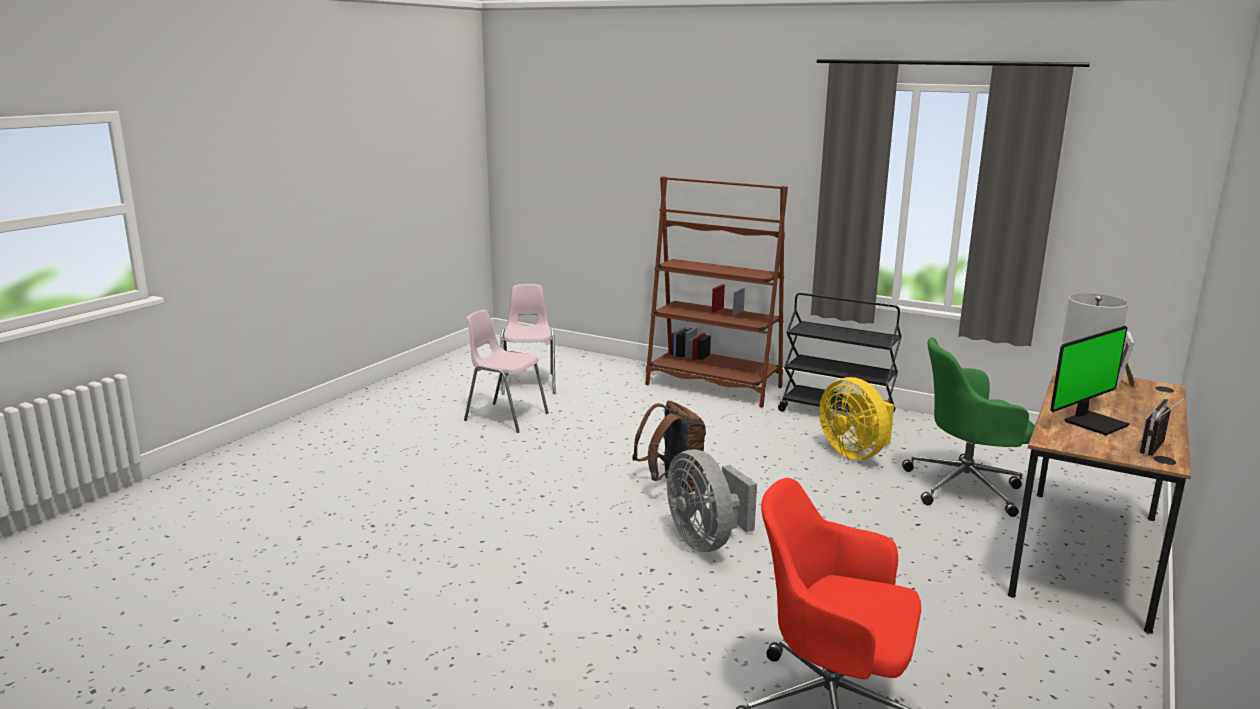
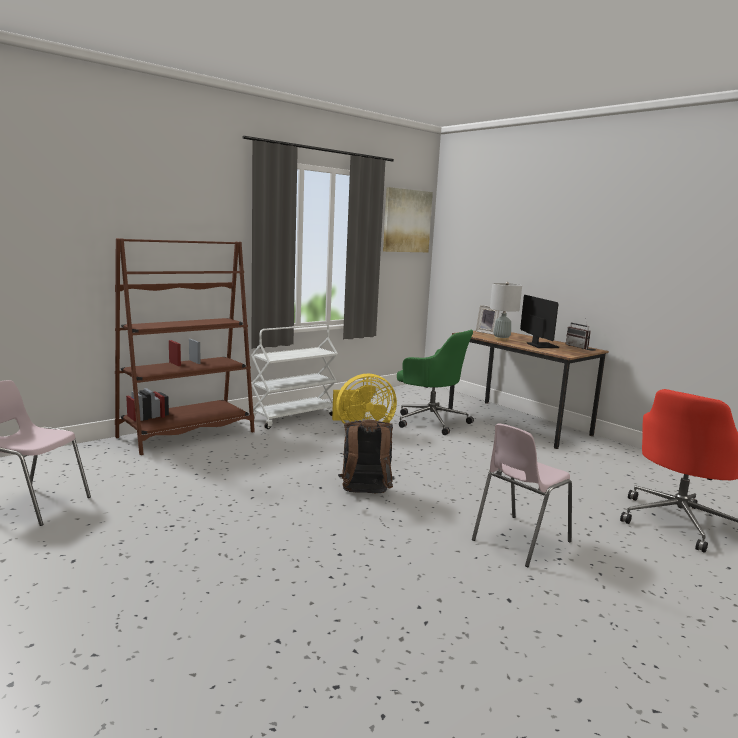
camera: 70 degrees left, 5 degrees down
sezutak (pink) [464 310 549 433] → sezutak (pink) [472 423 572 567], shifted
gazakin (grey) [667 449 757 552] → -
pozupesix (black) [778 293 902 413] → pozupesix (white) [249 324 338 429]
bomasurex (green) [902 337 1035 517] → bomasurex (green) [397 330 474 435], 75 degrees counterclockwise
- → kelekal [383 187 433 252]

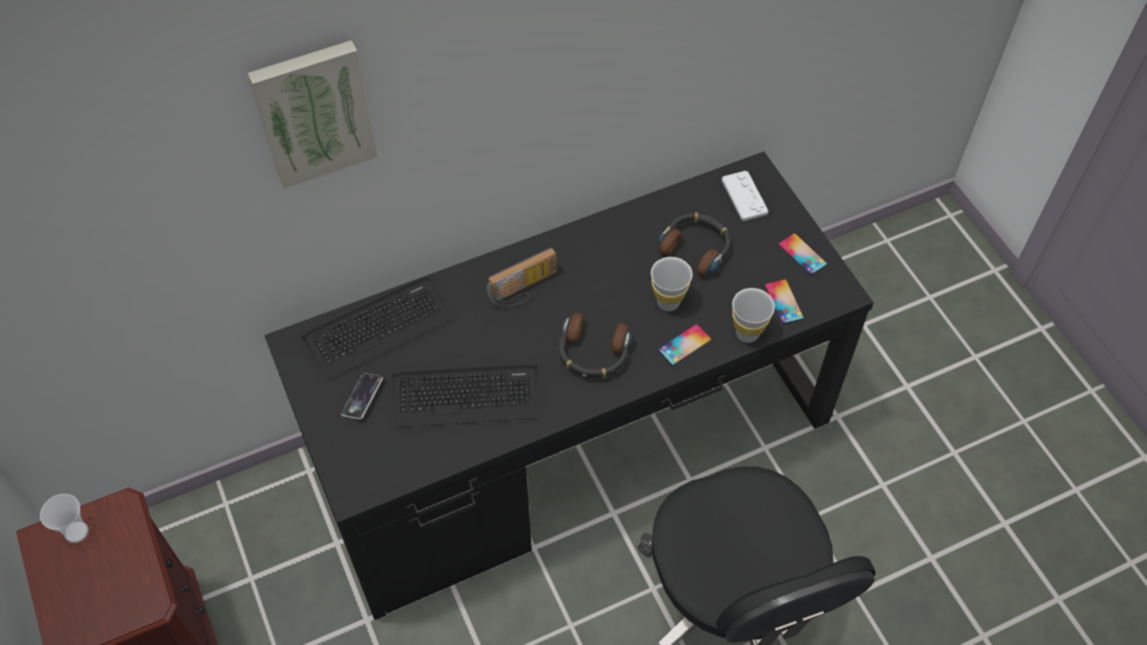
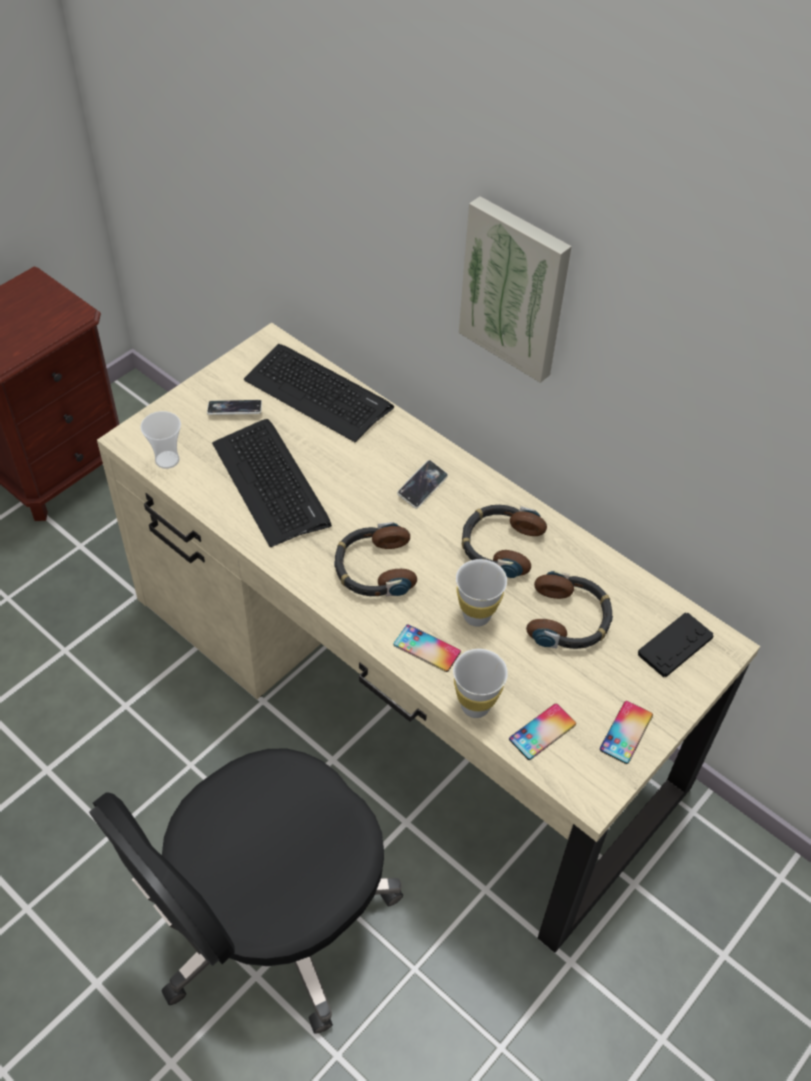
camera: 65 degrees right, 5 degrees down
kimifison [40 494 89 543] → kimifison [140 411 181 469], shifted
kelekal [248 40 378 189] → kelekal [459 196 572 383], shifted
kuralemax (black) [264 151 874 620] → kuralemax (beige) [97 323 760 953]
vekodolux [487 247 557 308] → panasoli [397 460 448 508]
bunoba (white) [721 171 768 221] → bunoba (black) [638 612 713 677]
- → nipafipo [462 505 547 578]

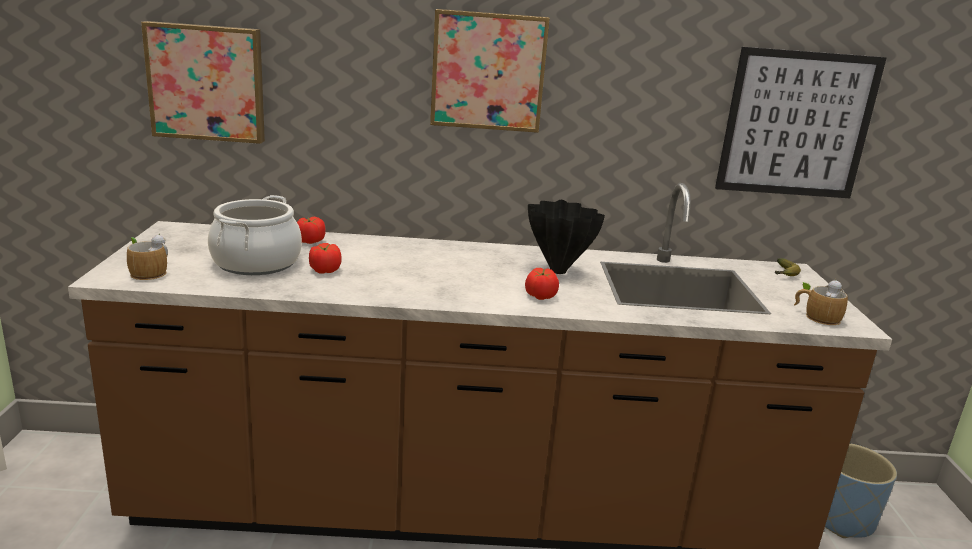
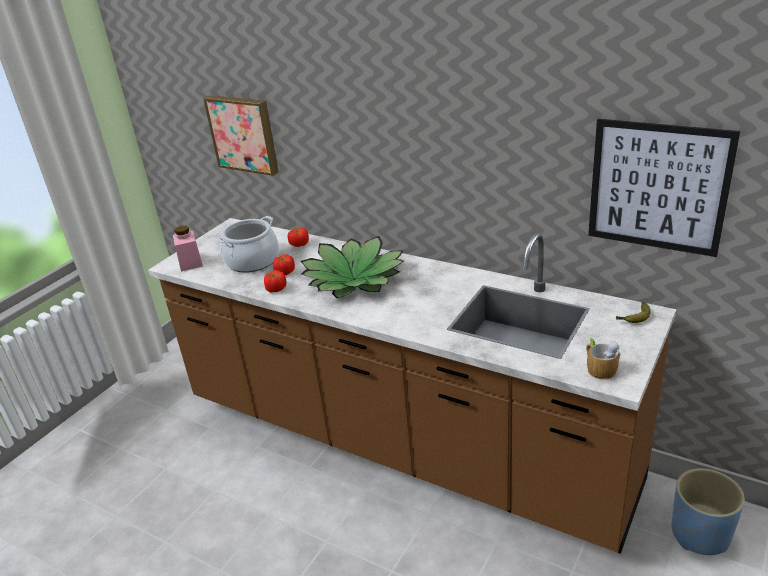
camera: 35 degrees right, 10 degrees up
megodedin [127 234 168 280] → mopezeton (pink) [173 226 203 272]
kelekal [430 9 550 133] → -
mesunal [525 268 559 300] → mesunal [264 270 286 292], shifted
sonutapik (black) [528 200 605 274] → -
- → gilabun [301 236 404 298]

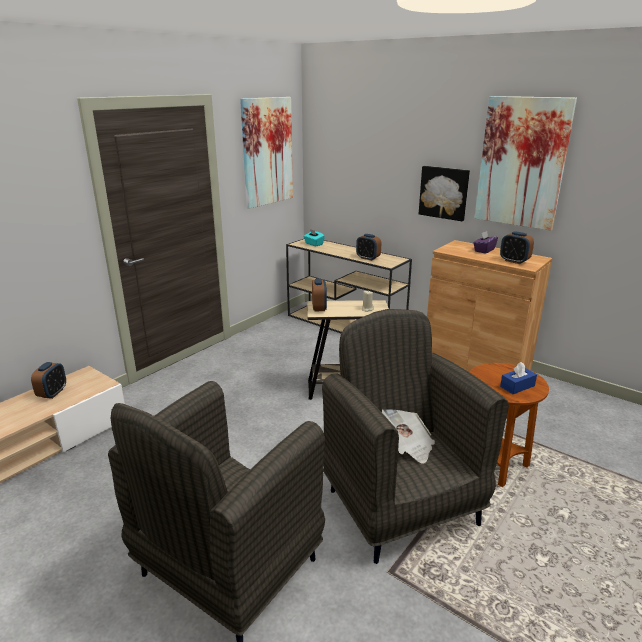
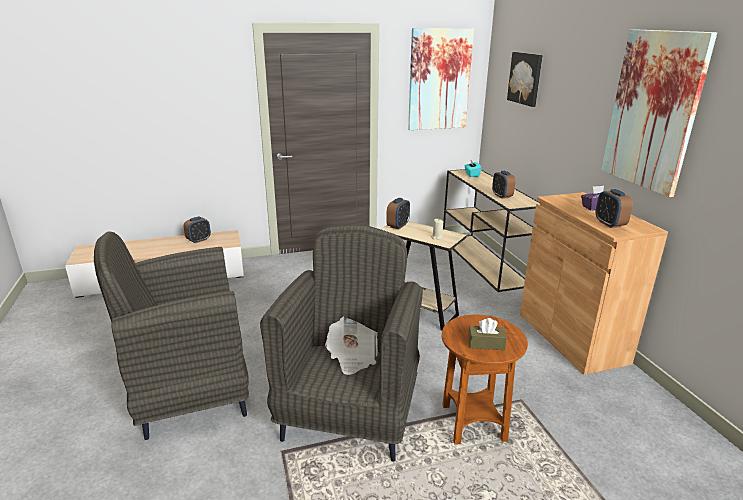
camera: 35 degrees right, 0 degrees up
kelekal [419 166 470 221] → kelekal [507 52 543 107], shifted
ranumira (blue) [500 362 537 394] → ranumira (brown) [468 318 507 350]

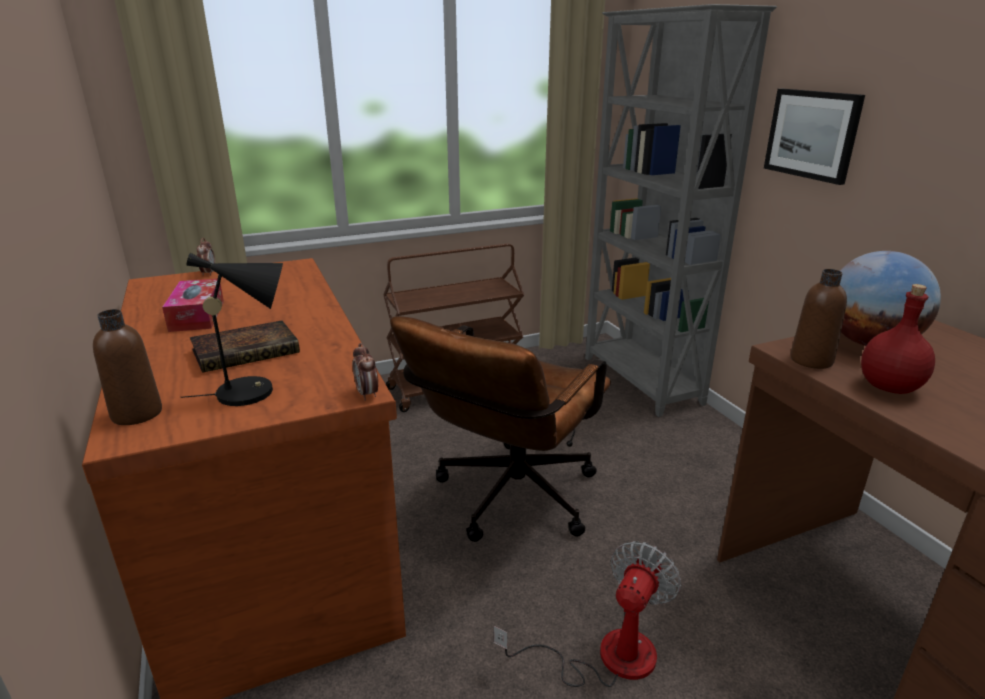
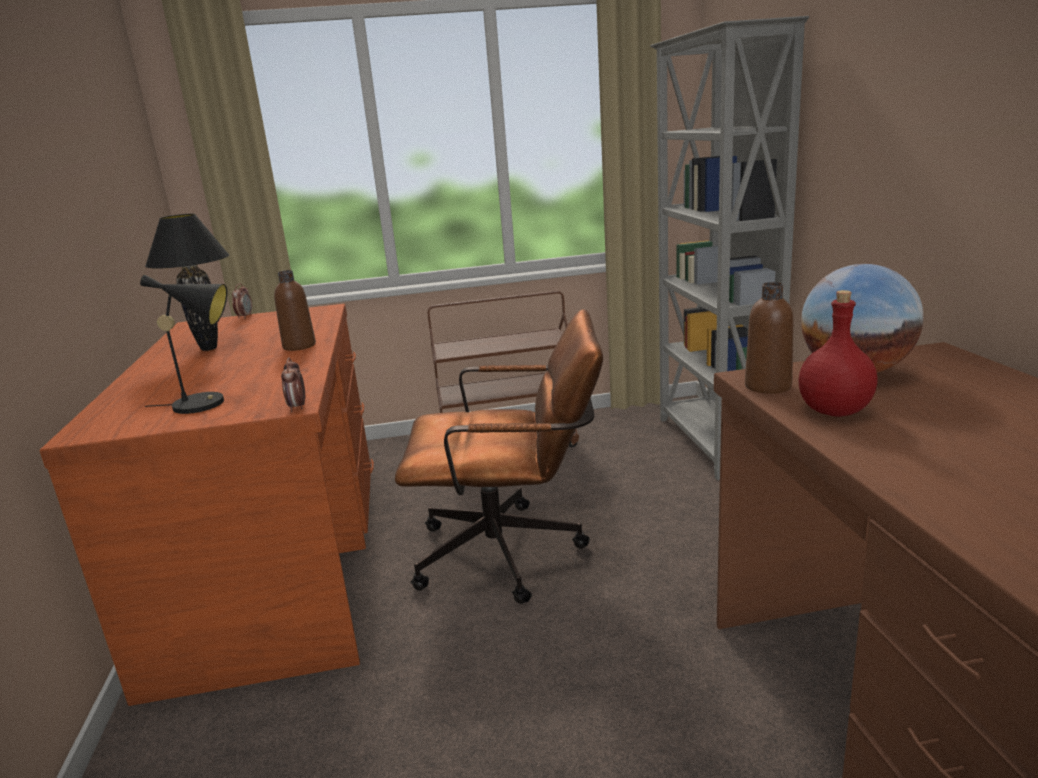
camera: 15 degrees right, 5 degrees down
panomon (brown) [93 309 162 425] → panomon (brown) [274 270 316 351], shifted
ranumira [162 279 224 332] → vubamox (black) [145 214 229 351]
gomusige [190 321 300 373] → -
bomasurex (brown) [390 316 611 542] → bomasurex (brown) [395 309 603 604], 135 degrees counterclockwise
gazakin [494 541 681 687] → -
kelekal [764 89 865 185] → -

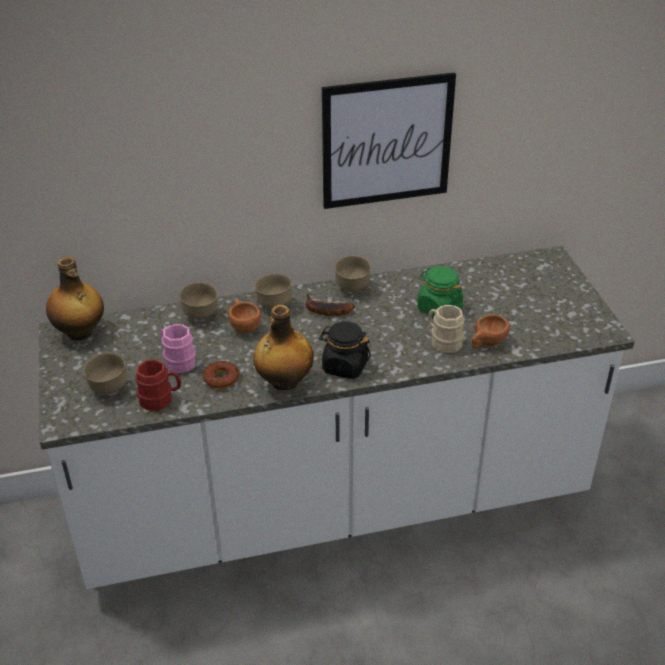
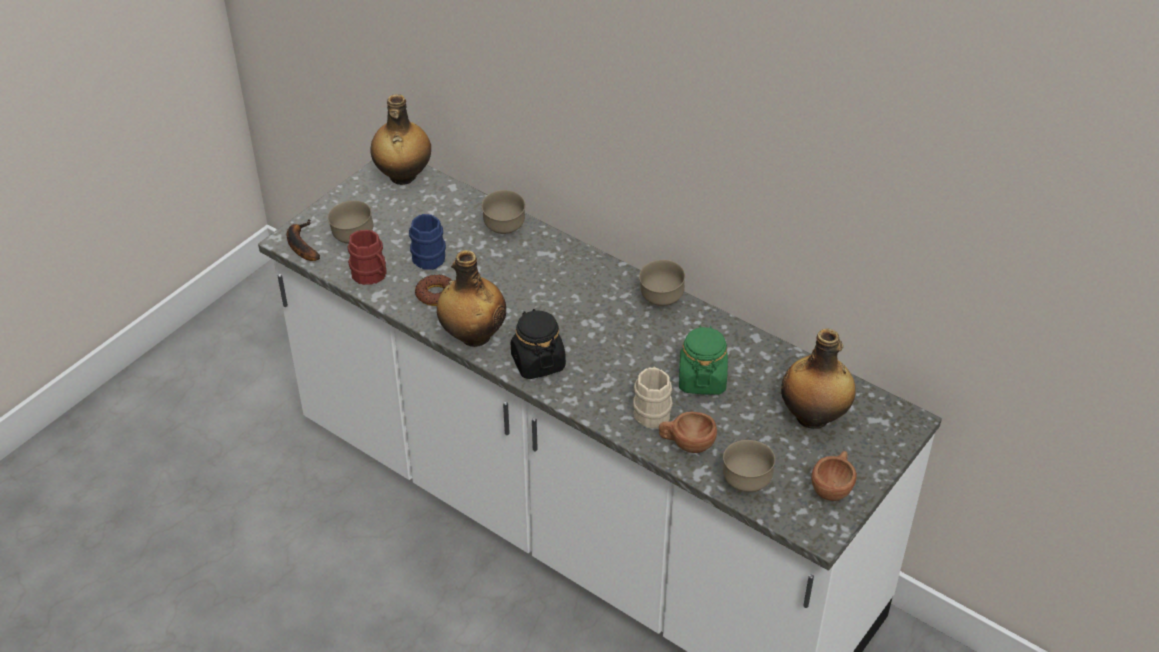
camera: 50 degrees right, 5 degrees up
megodedin (pink) [160 324 196 373] → megodedin (blue) [409 214 446 270]
kimifison (brown) [228 299 261 333] → kimifison (brown) [811 451 857 501], shifted
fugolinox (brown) [255 273 292 310] → fugolinox (brown) [723 440 775 492], shifted
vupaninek [306 294 355 316] → vupaninek [287 219 320 261], shifted
kelekal [322 72 456 209] → -
- → panomon [781 328 856 429]

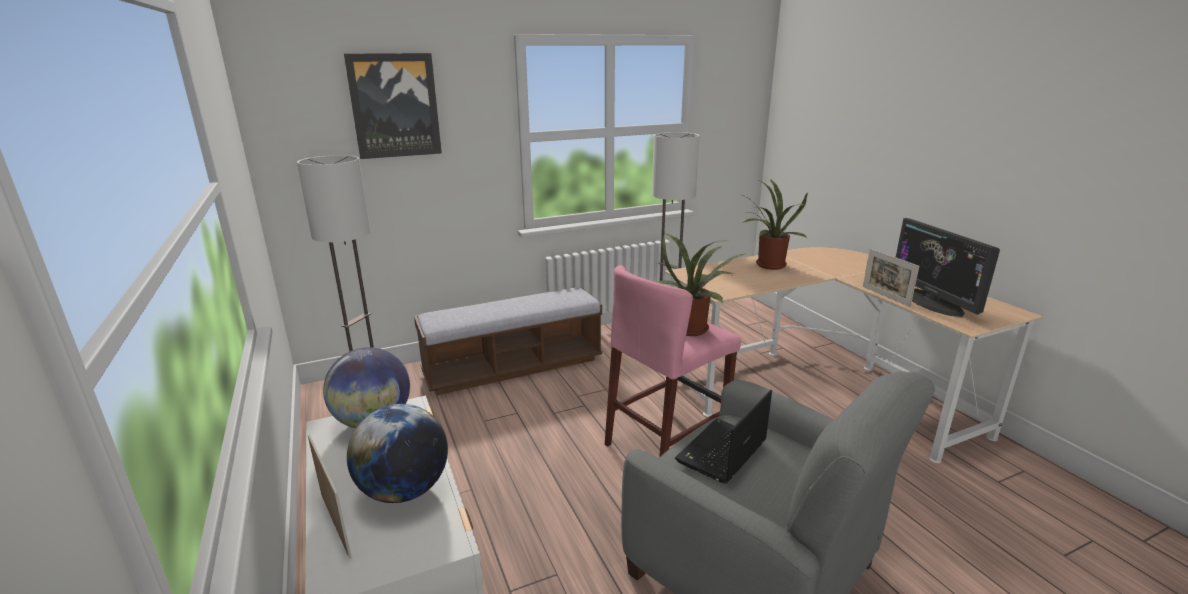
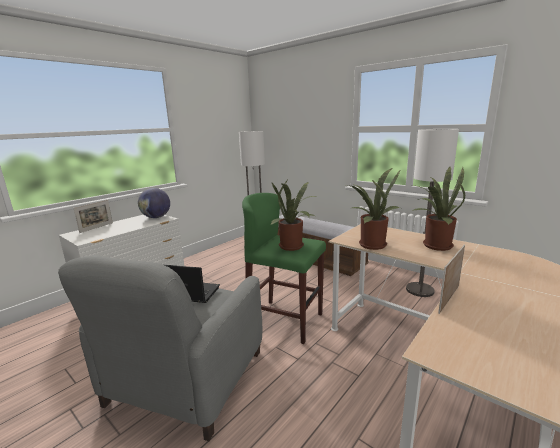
camera: 65 degrees right, 5 degrees down
kelekal [344 53 442 159] → -
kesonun [347 404 448 503] → -
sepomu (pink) [605 265 741 457] → sepomu (green) [242 193 326 344]
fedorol [896 218 1000 317] → -
- → gilabun [345 168 401 250]

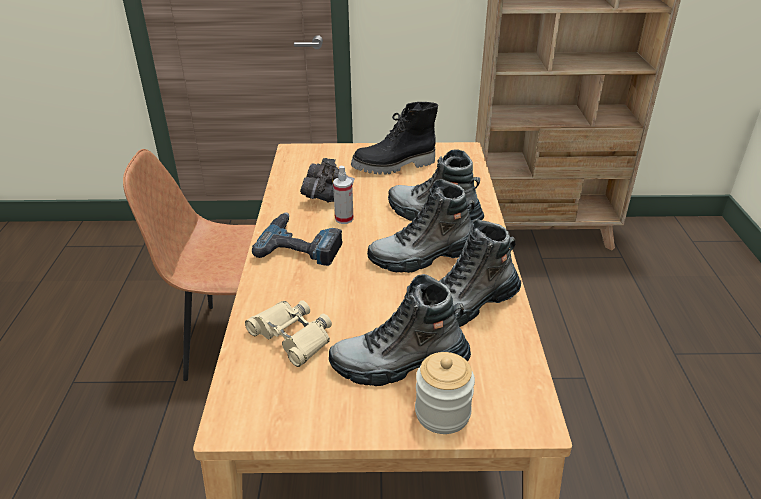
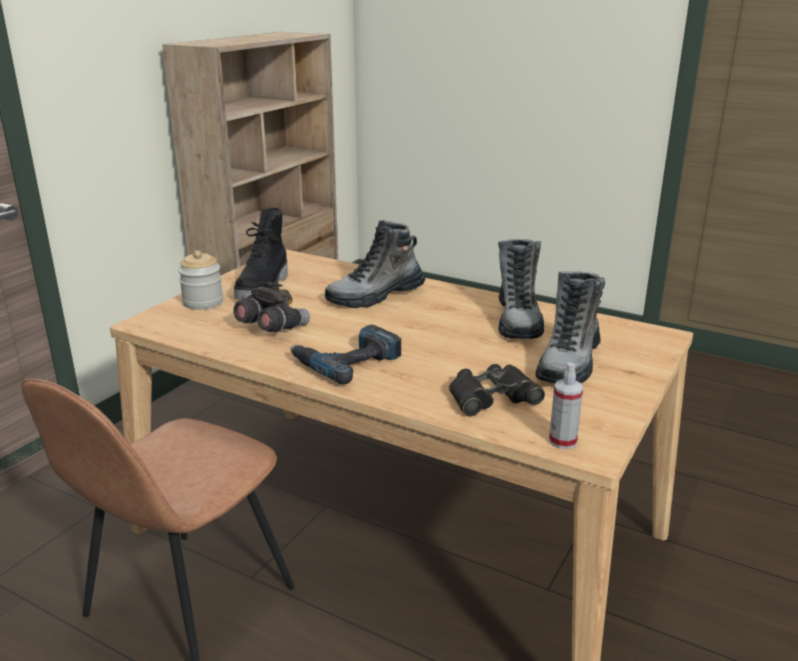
camera: 60 degrees left, 10 degrees down
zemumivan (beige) [245 300 332 367] → zemumivan (black) [449 364 545 417]
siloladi [333 166 353 224] → siloladi [549 363 583 449], shifted
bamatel [367 179 475 273] → -
mopezeton [415 352 475 434] → mopezeton [178 250 223 310], shifted

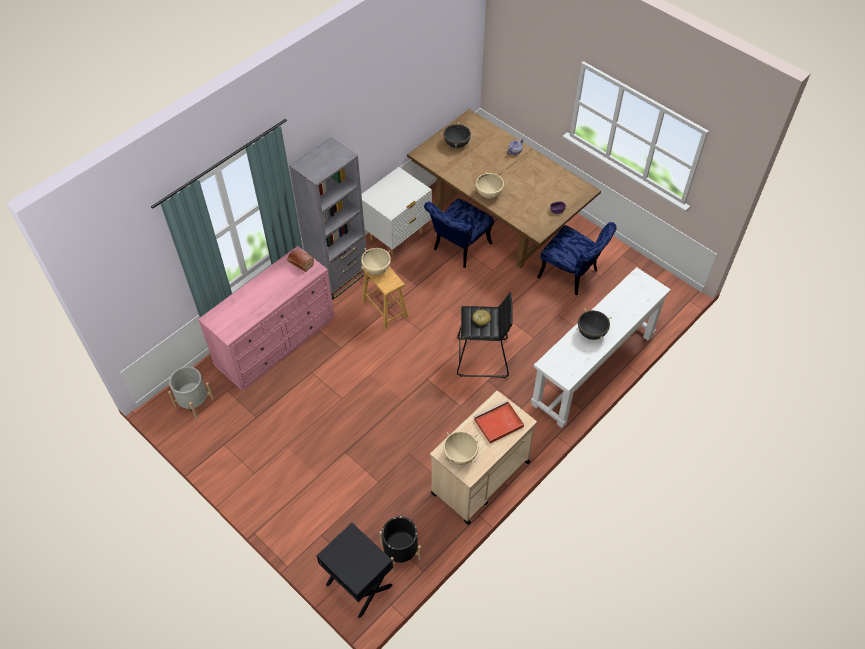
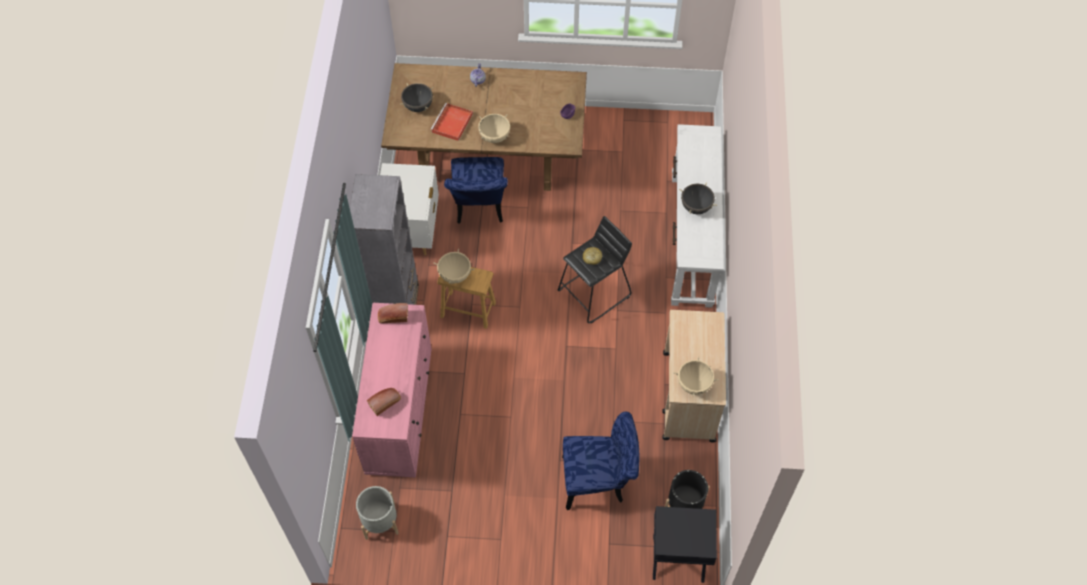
camera: 40 degrees left, 5 degrees up
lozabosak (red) [474 401 524 444] → lozabosak (red) [430 103 473 141], shifted
sezutak (blue) [537 222 617 295] → sezutak (blue) [562 412 640 510], shifted
- → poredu [367 388 401 416]

